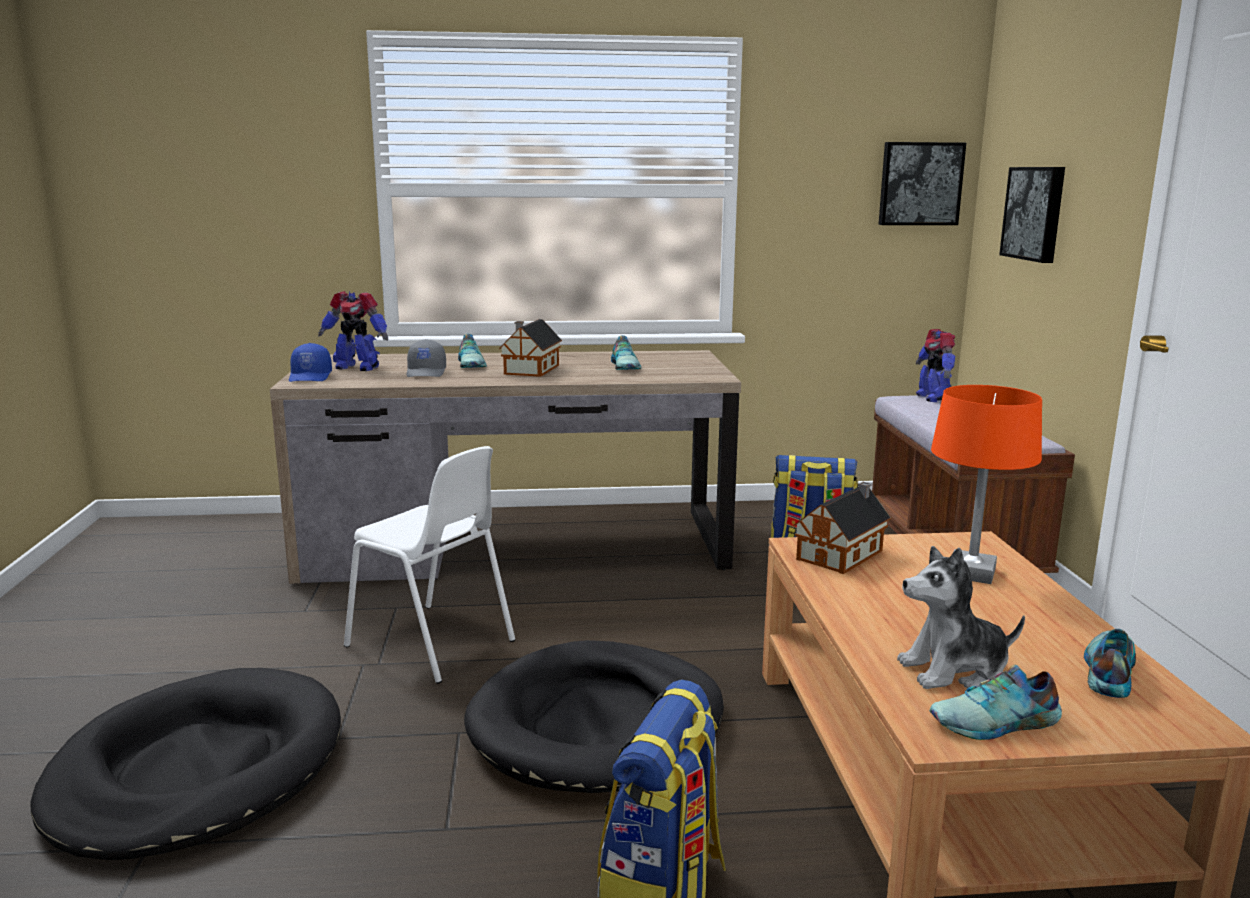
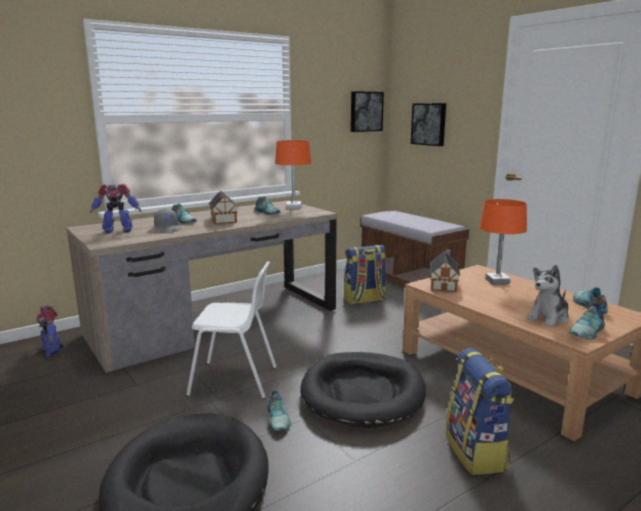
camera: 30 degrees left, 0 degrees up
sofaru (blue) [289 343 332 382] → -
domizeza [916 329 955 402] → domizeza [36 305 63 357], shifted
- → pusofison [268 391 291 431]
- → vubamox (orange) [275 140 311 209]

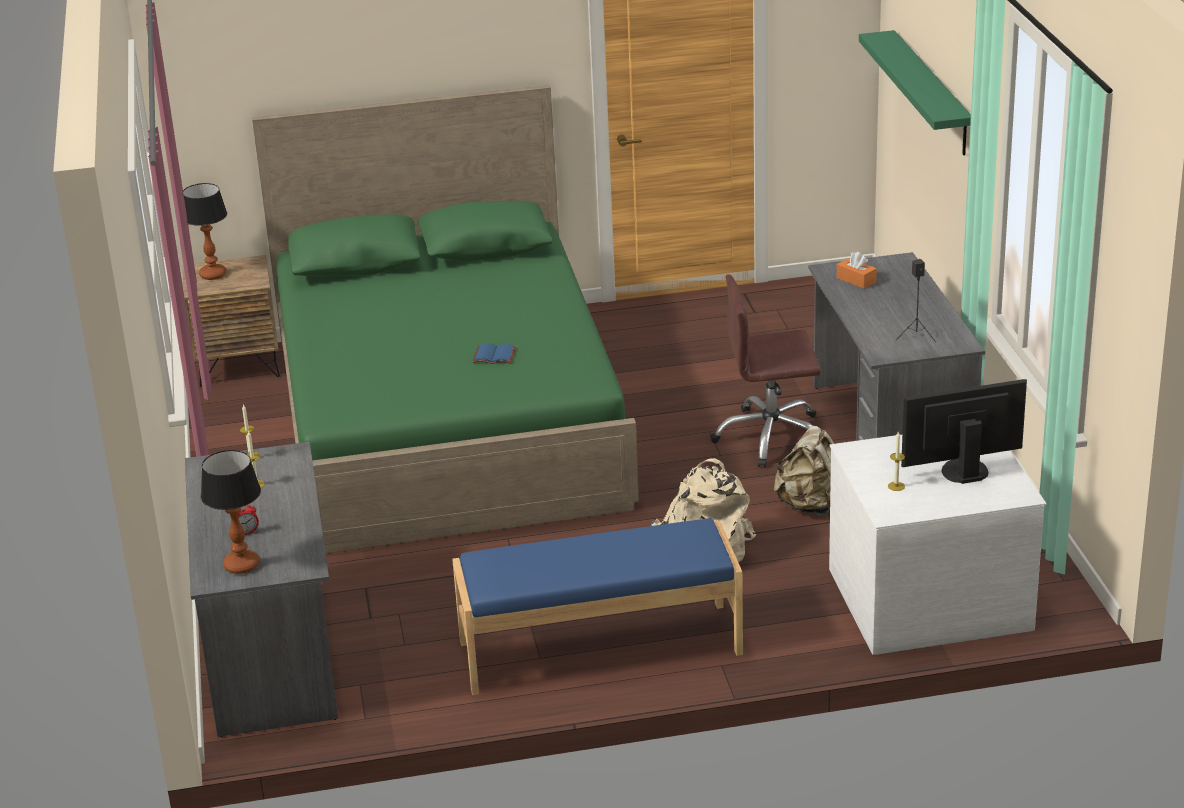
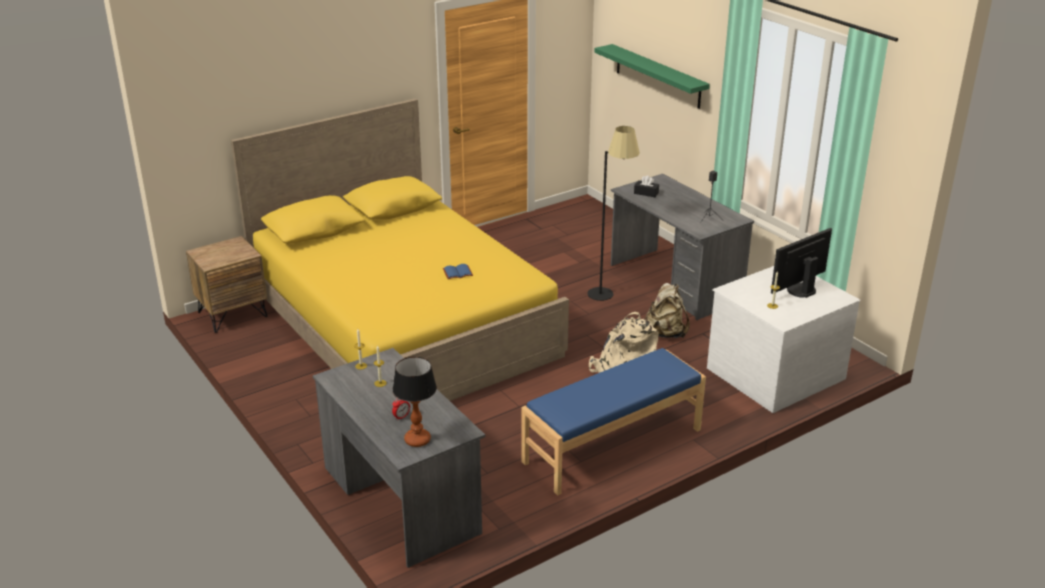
camera: 25 degrees left, 0 degrees up
vubamox [183 183 227 280] → -
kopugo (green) [252 85 639 553] → kopugo (yellow) [231 98 569 401]
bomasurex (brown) [710 274 821 468] → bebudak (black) [587 126 640 301]
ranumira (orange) [837 252 877 289] → ranumira (black) [634 175 659 197]

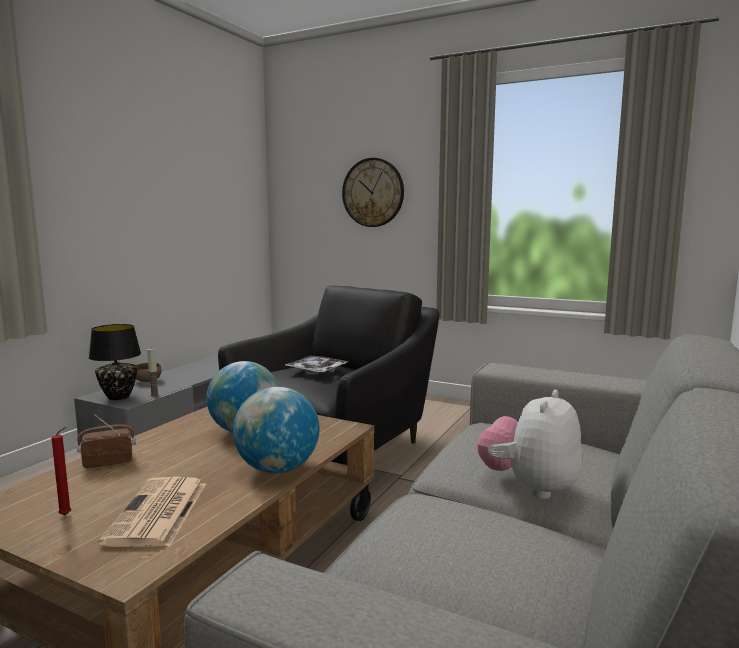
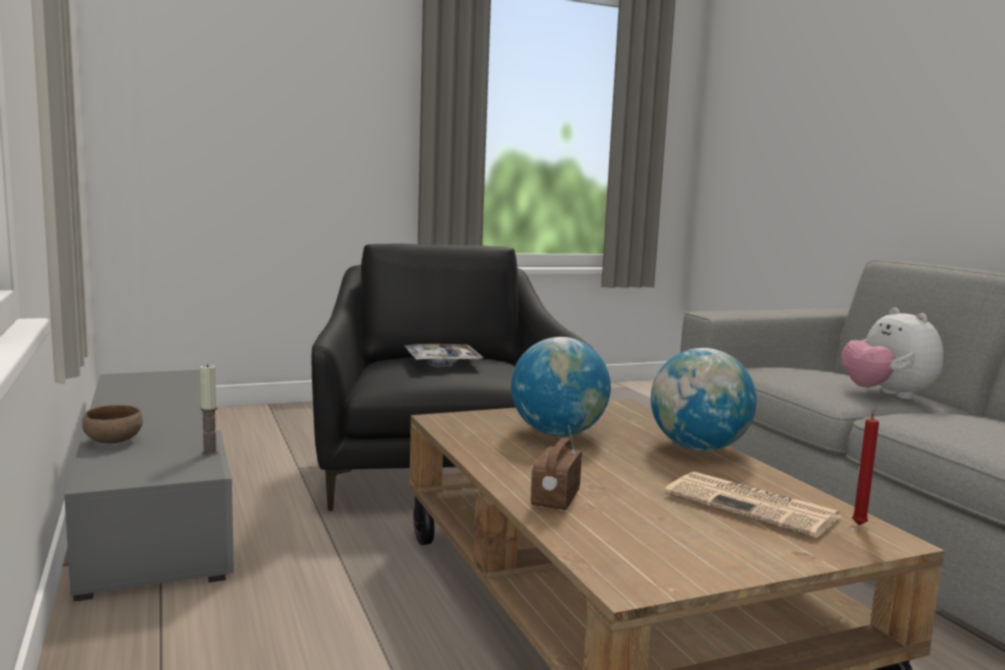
camera: 50 degrees left, 0 degrees up
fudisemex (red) [52 427 71 516] → fudisemex (red) [852 406 879 525], shifted
vubamox (black) [89 324 141 400] → -
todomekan [342 158 404 227] → -

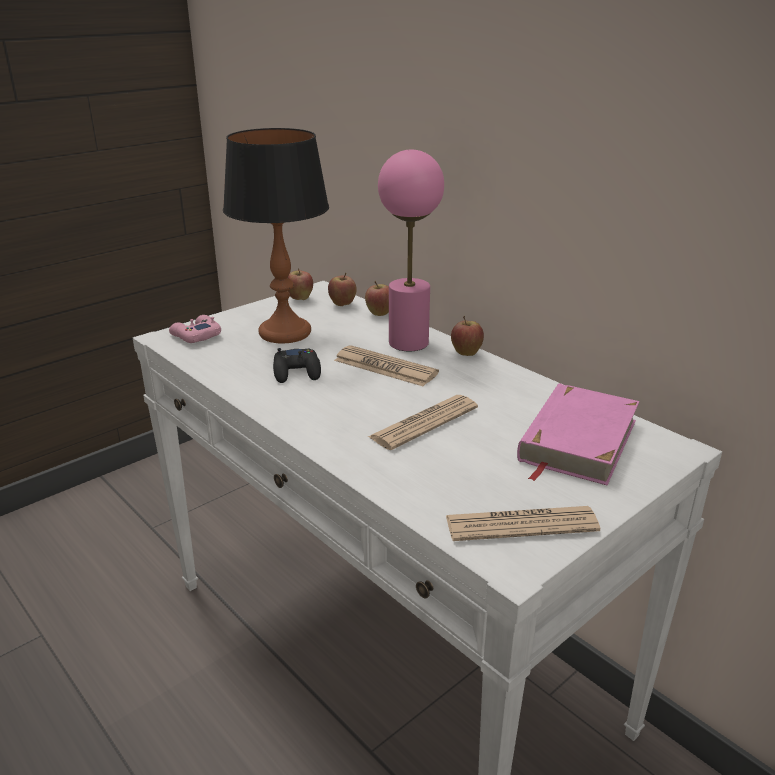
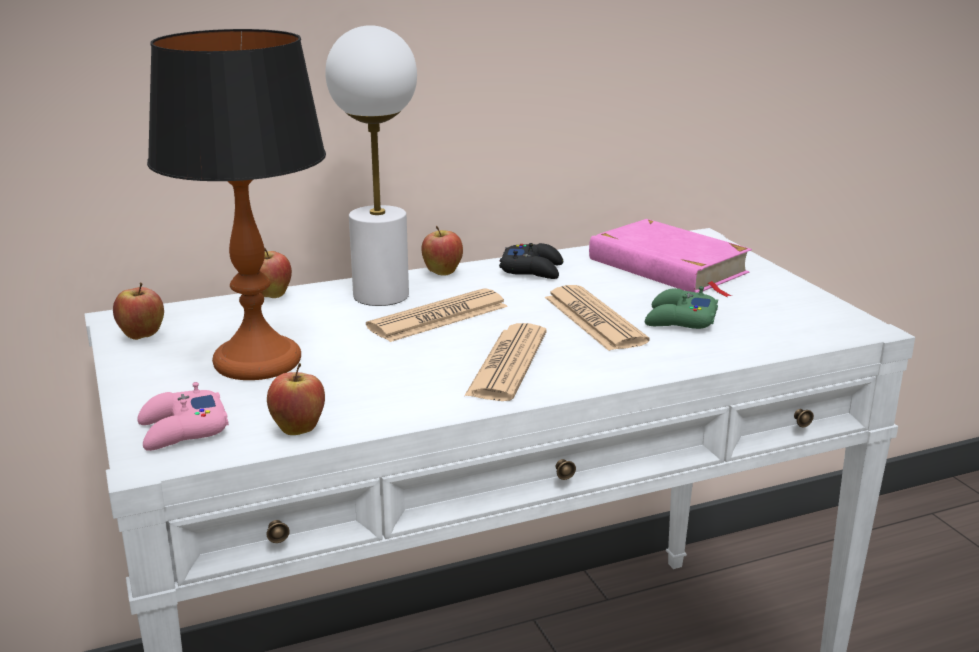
camera: 70 degrees left, 5 degrees down
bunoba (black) [273 348 321 383] → bunoba (black) [499 243 563 279], shifted
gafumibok [328 272 357 306] → gafumibok [267 363 325 435], shifted
vubamox (pink) [378 150 444 351] → vubamox (white) [325 25 417 306]
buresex [446 506 600 541] → buresex [464 323 547 401], shifted
- → bunoba (green) [645 286 718 329]

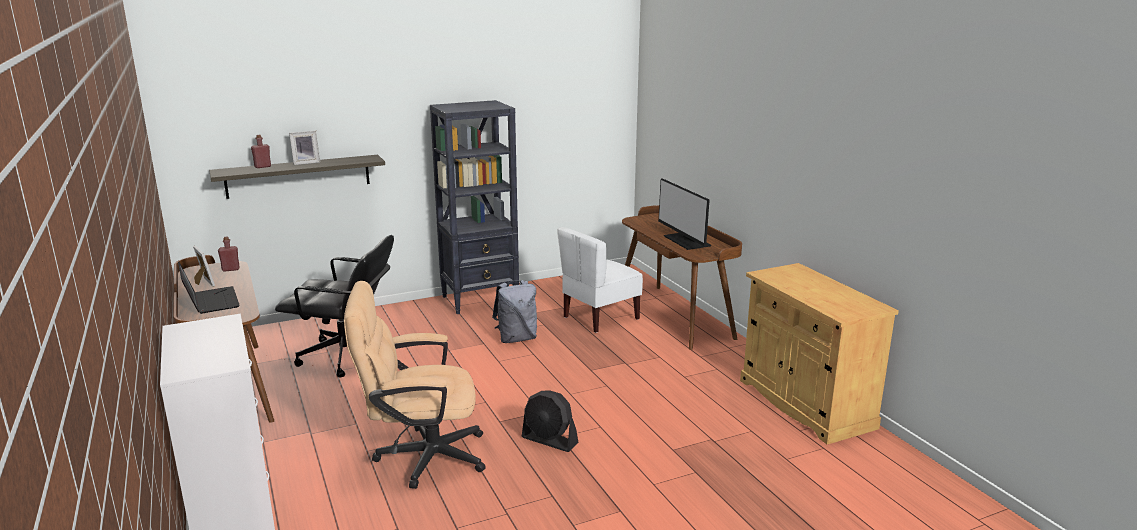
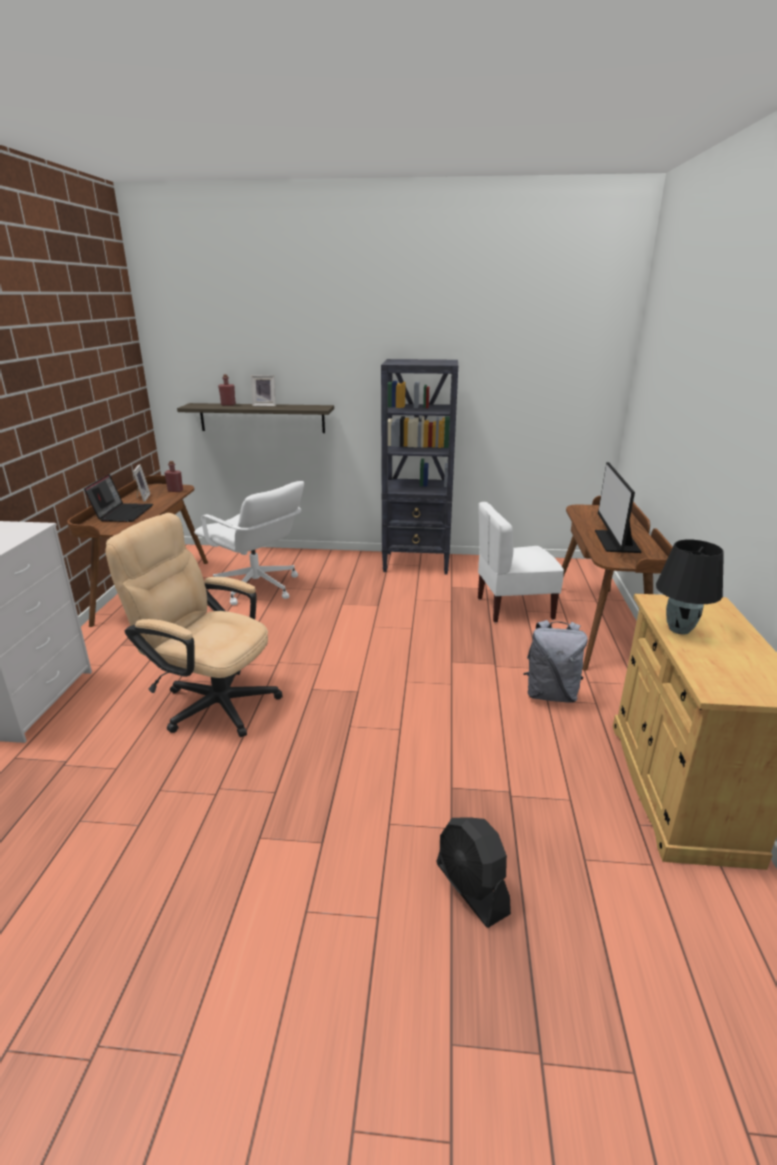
camera: 30 degrees right, 5 degrees up
bomasurex (black) [275 235 394 378] → bomasurex (white) [194 481 304 605]
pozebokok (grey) [492 280 537 343] → pozebokok (grey) [523 620 588 703], shifted
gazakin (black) [522 390 578 452] → gazakin (black) [436 818 511 928], shifted
- → vubamox (black) [656 540 724 635]

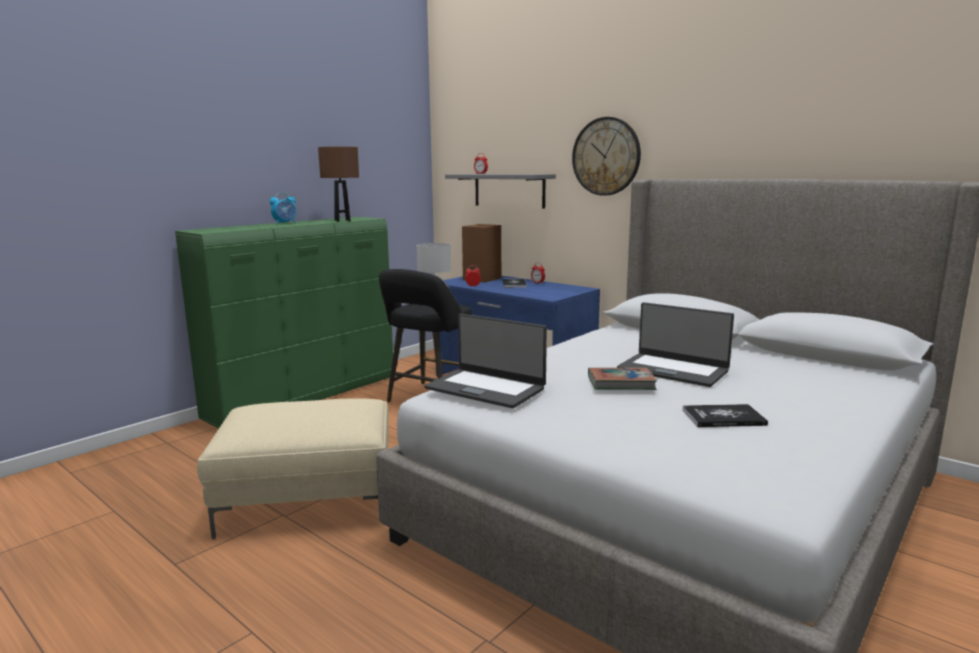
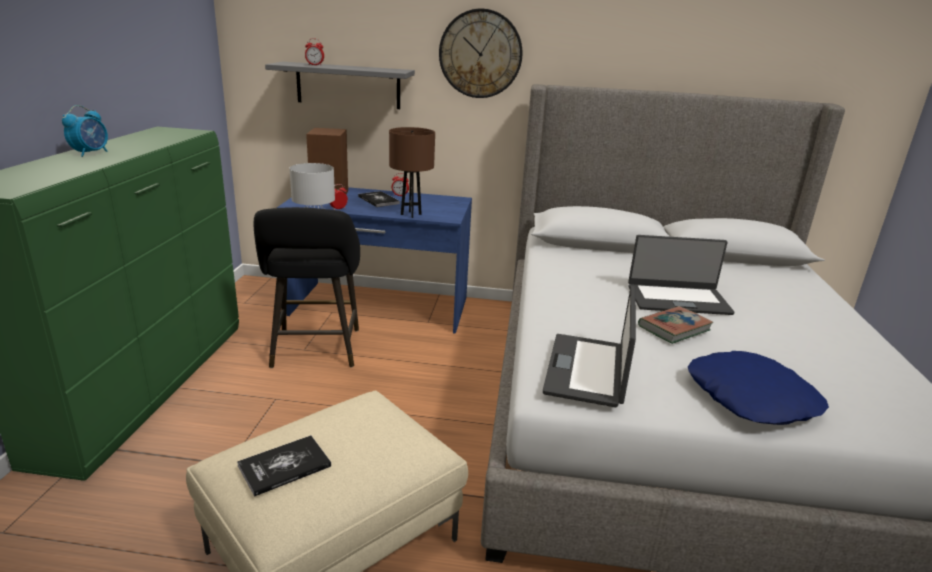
camera: 35 degrees left, 10 degrees up
vubamox (brown) [318 147 359 222] → vubamox (brown) [389 127 435 218], shifted
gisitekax [424 314 547 408] → gisitekax [543 286 636 407], 105 degrees clockwise
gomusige [682 404 768 427] → gomusige [237 435 331 497], shifted
- → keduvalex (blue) [688 351 829 425]

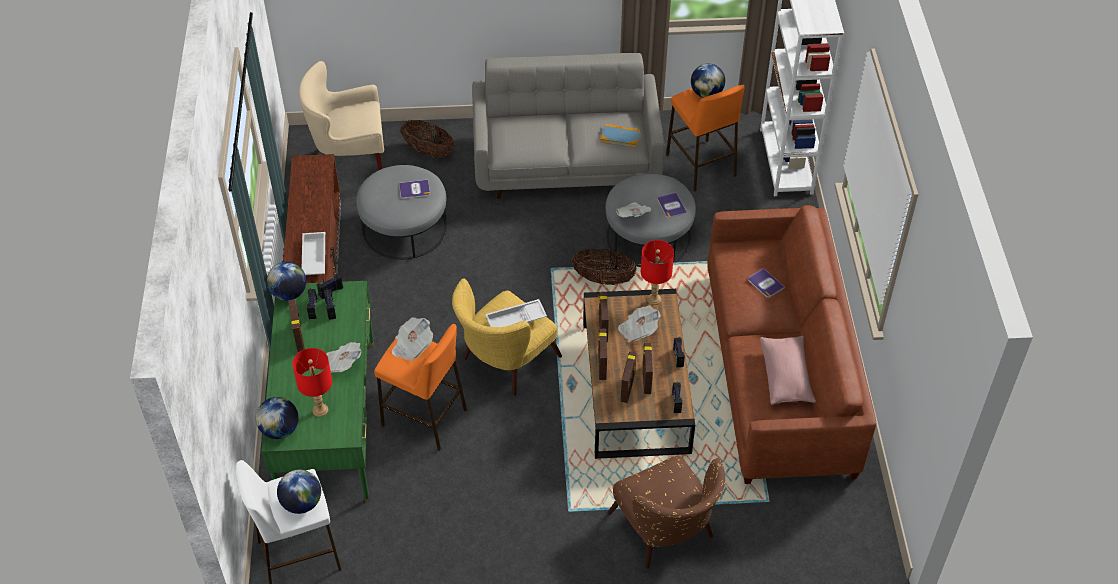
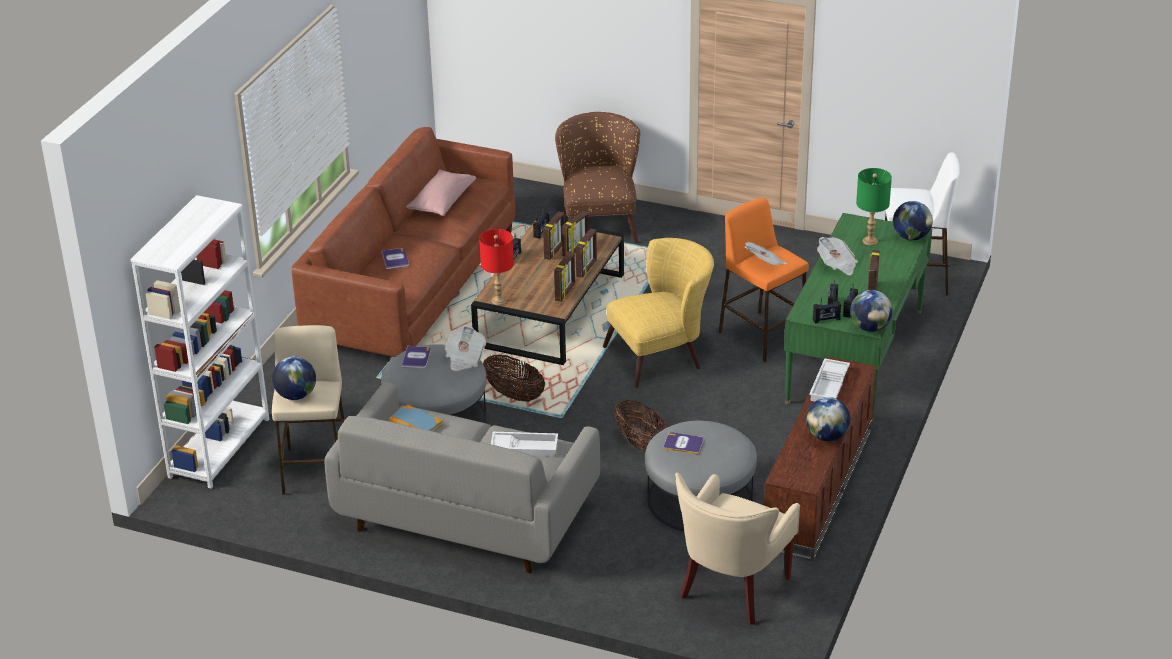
camera: 155 degrees left, 15 degrees down
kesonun [277 470 321 514] → kesonun [806 397 851 441], shifted
vubamox (red) [292 348 332 417] → vubamox (green) [856 168 892 245]
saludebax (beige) [299 61 384 170] → saludebax (beige) [675 473 800 625], 105 degrees clockwise
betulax [400 120 455 158] → betulax [614 400 667 452], shifted
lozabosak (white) [485 299 547 327] → lozabosak (white) [491 432 558 456], shifted
buresex [618 305 661 342] → -
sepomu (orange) [666 85 745 192] → sepomu (beige) [272 325 345 495]

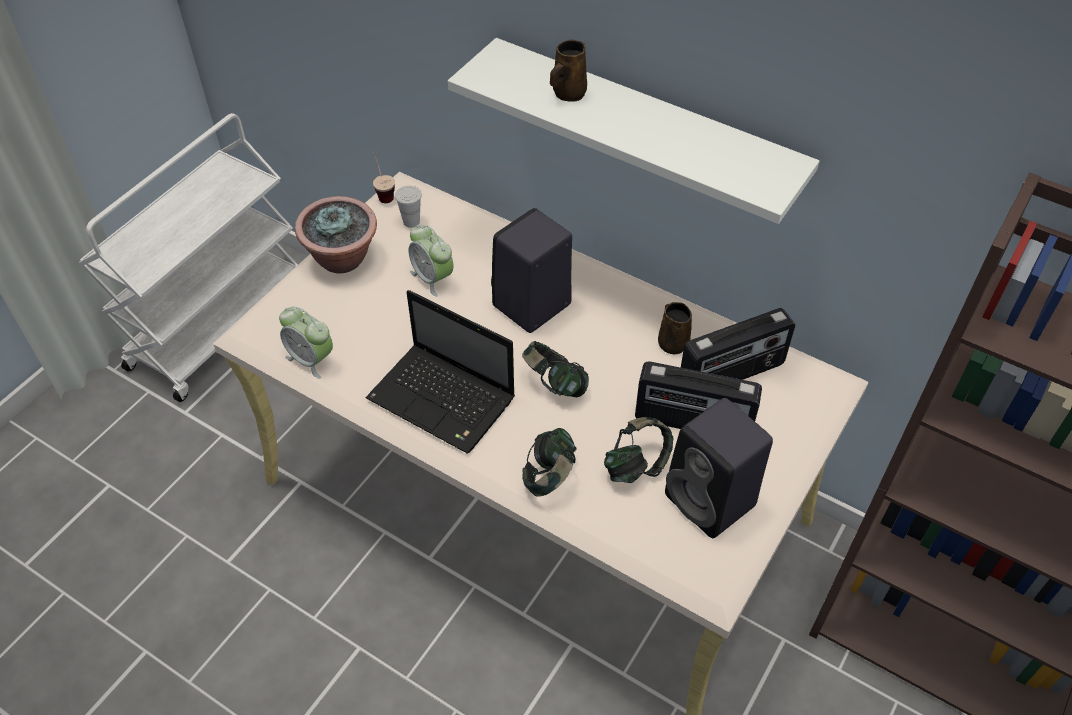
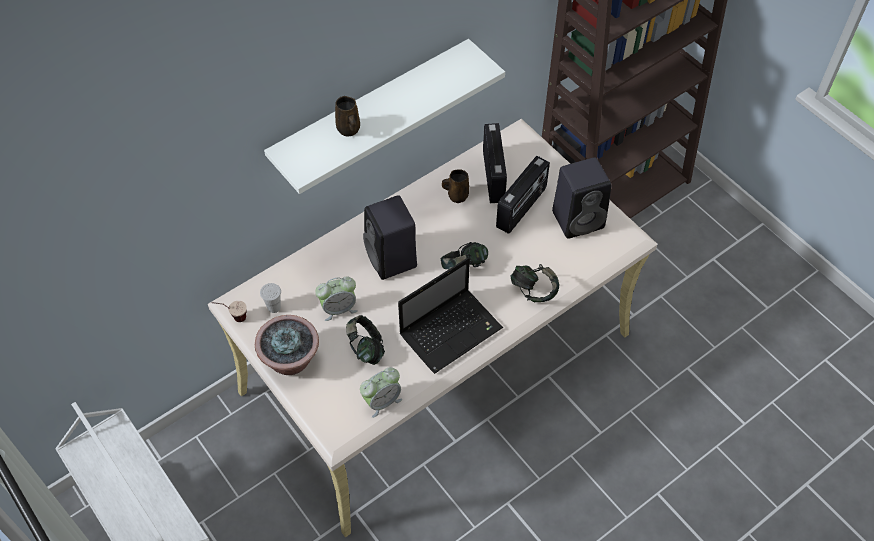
camera: 70 degrees left, 5 degrees up
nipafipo [604 417 673 483] → nipafipo [346 315 385 365], shifted

